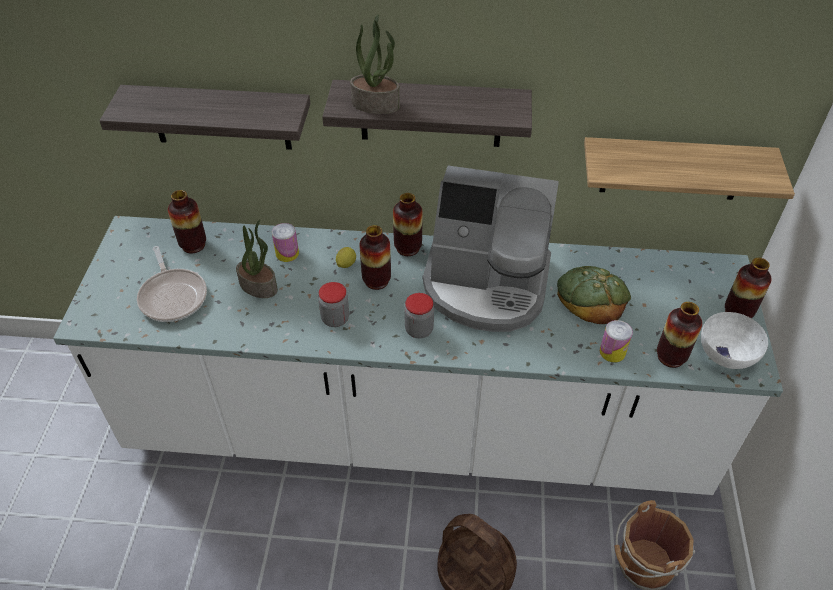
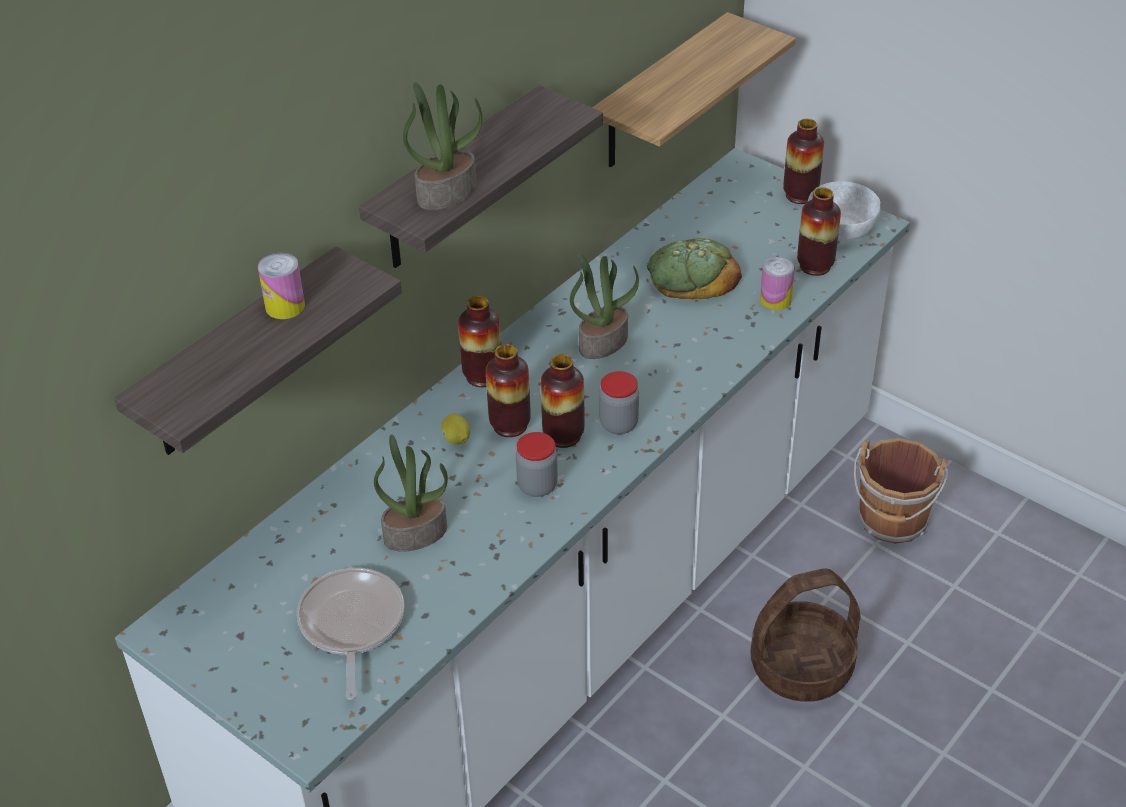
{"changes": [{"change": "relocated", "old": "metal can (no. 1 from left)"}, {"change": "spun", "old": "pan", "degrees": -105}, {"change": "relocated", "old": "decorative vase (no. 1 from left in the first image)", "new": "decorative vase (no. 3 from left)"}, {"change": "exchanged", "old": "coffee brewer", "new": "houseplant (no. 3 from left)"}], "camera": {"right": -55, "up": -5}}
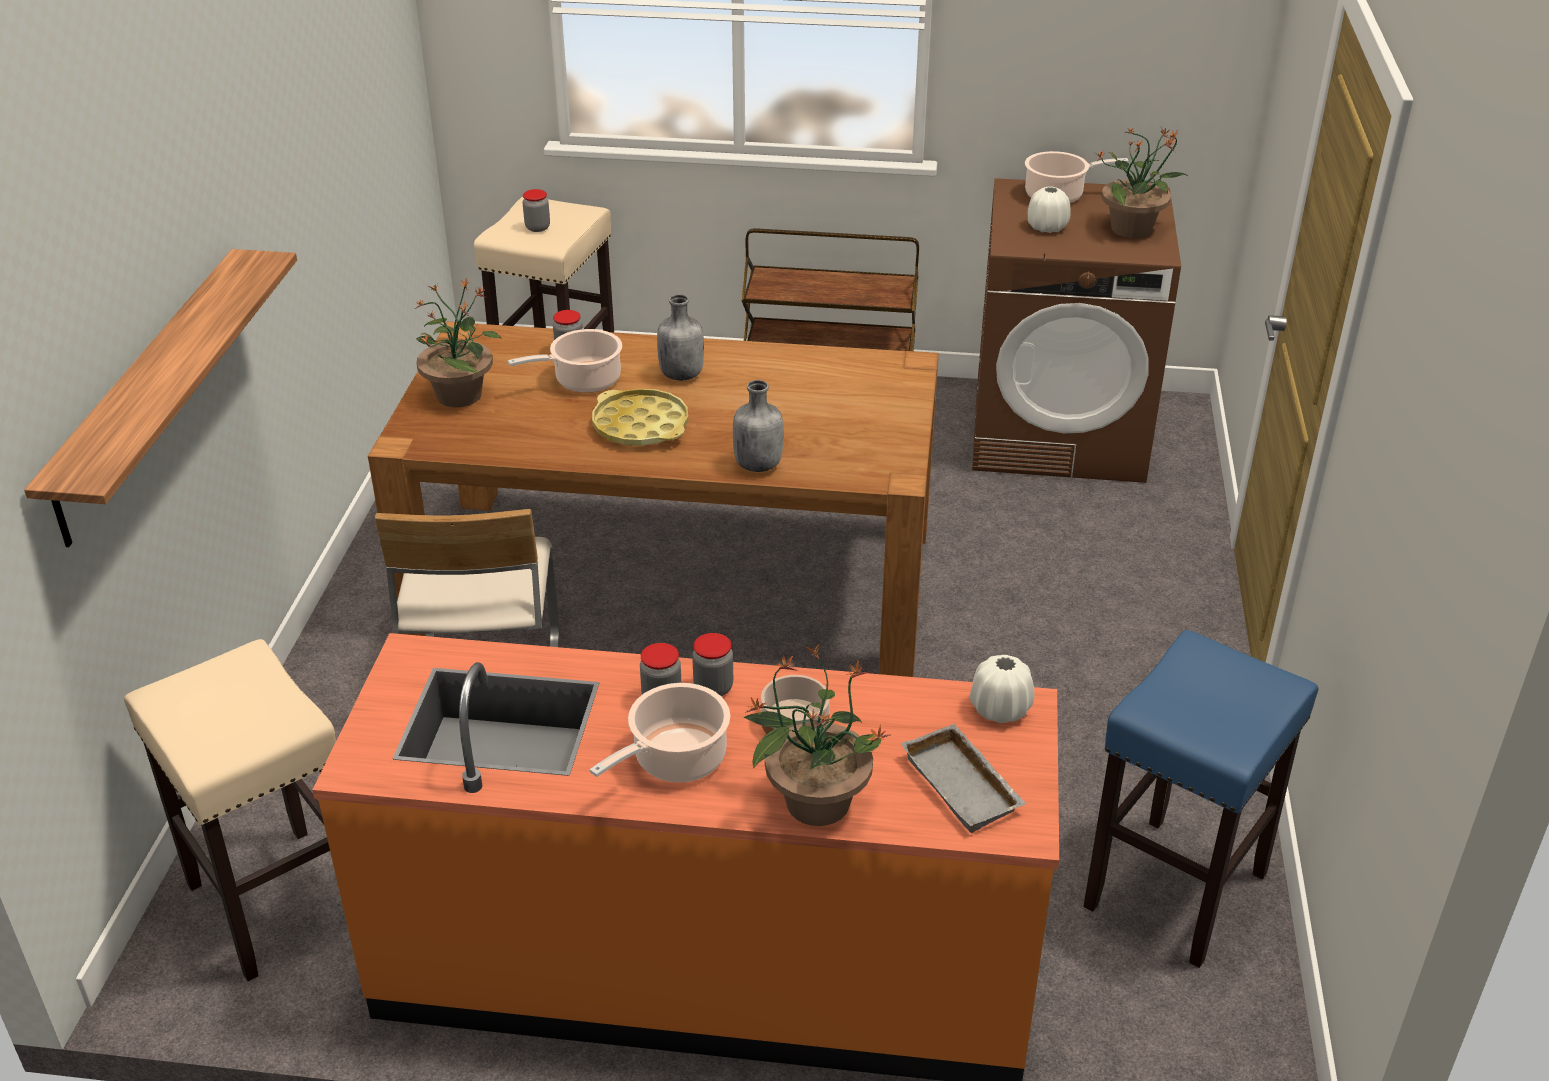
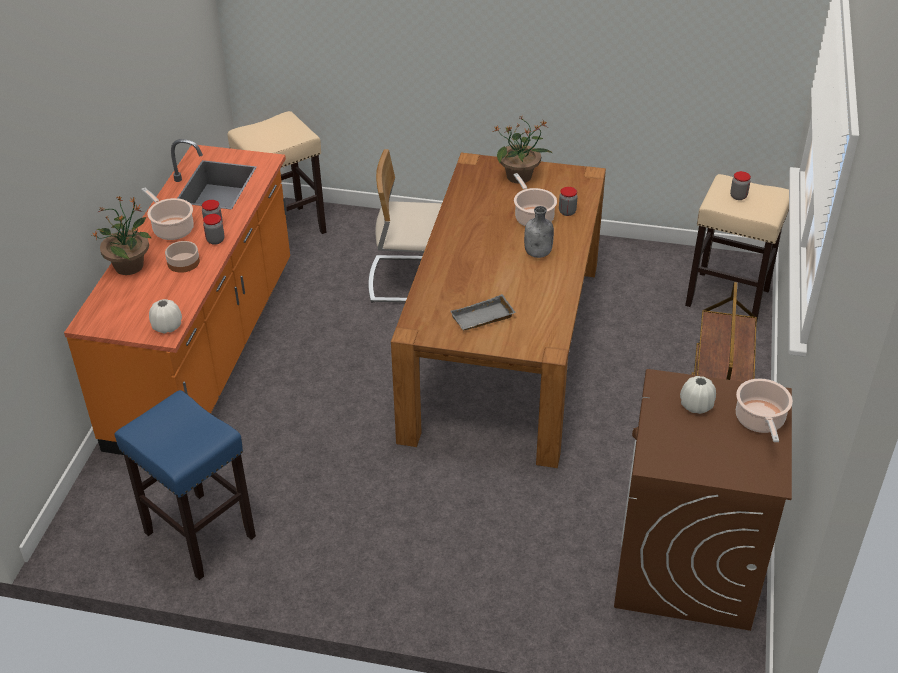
{"changes": [{"change": "relocated", "old": "gray serving tray"}, {"change": "missing", "old": "wall shelf"}, {"change": "missing", "old": "yellowish serving tray"}, {"change": "missing", "old": "gray drink bottle (no. 2 from left)"}, {"change": "missing", "old": "houseplant (no. 3 from left)"}], "camera": {"right": 95, "up": 5}}
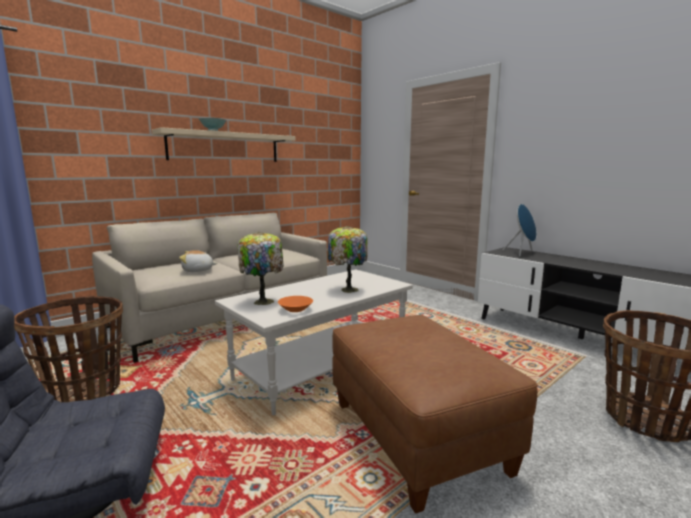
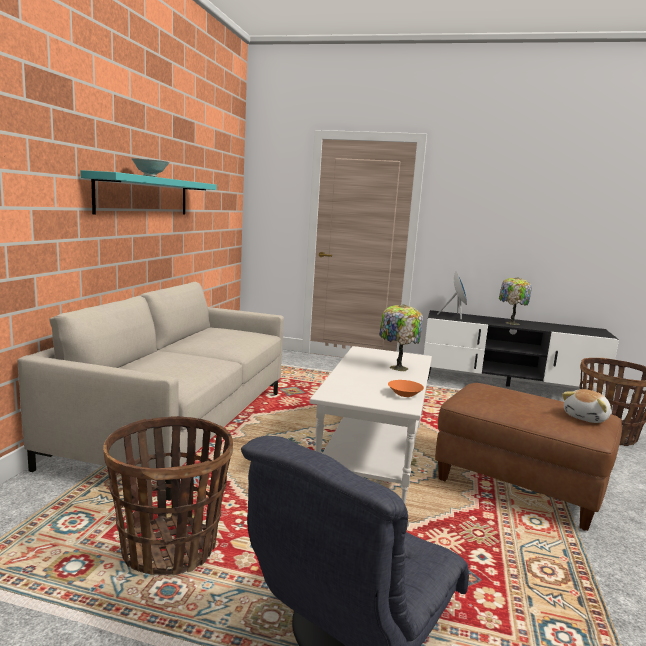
{"changes": [{"change": "colour", "old": "beige wall shelf", "new": "turquoise wall shelf"}, {"change": "relocated", "old": "lamp for a table (no. 1 from left in the first image)", "new": "lamp for a table (no. 2 from left)"}, {"change": "relocated", "old": "soft toy"}], "camera": {"right": -35, "up": 0}}
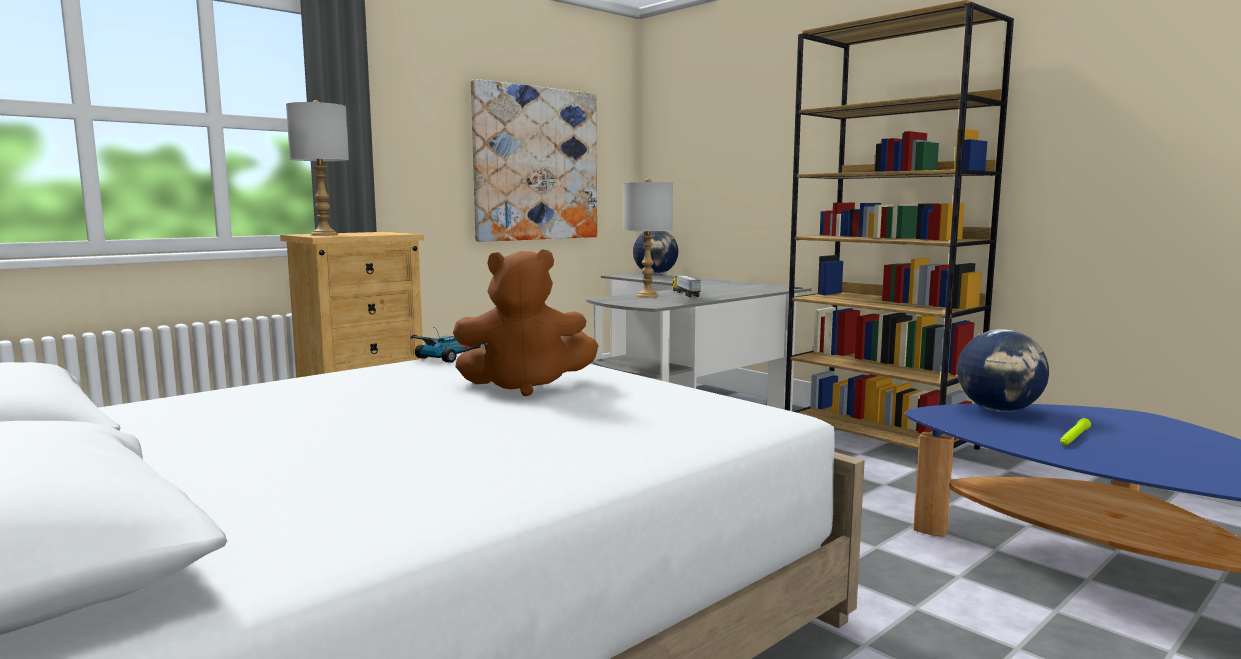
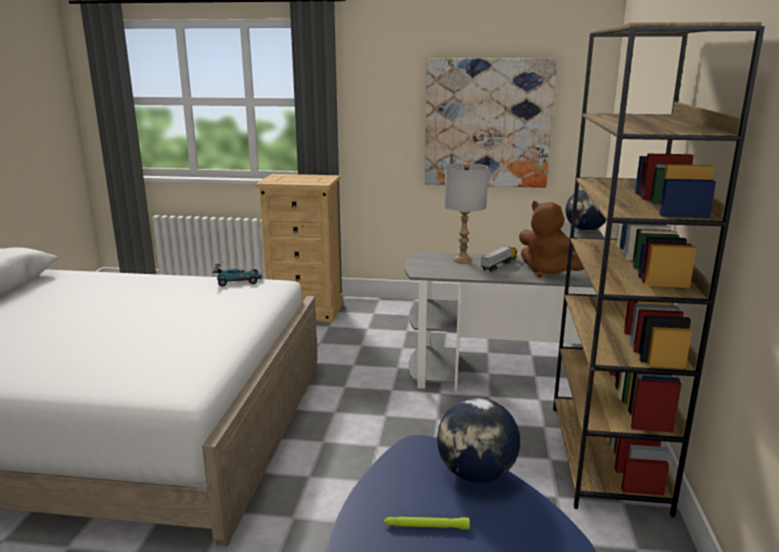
{"changes": [{"change": "relocated", "old": "brown-coloured soft toy"}, {"change": "missing", "old": "gray lamp for a table (no. 1 from left)"}], "camera": {"right": 50, "up": 10}}
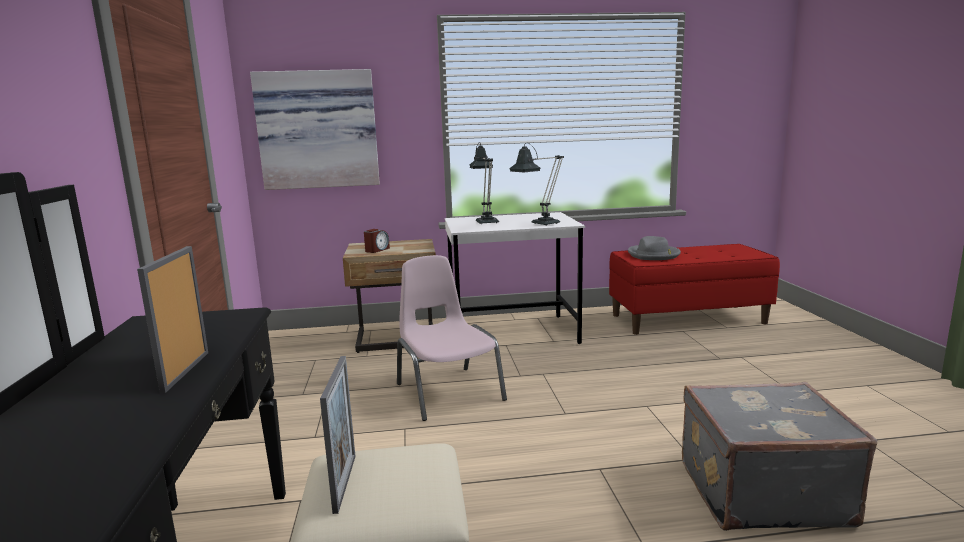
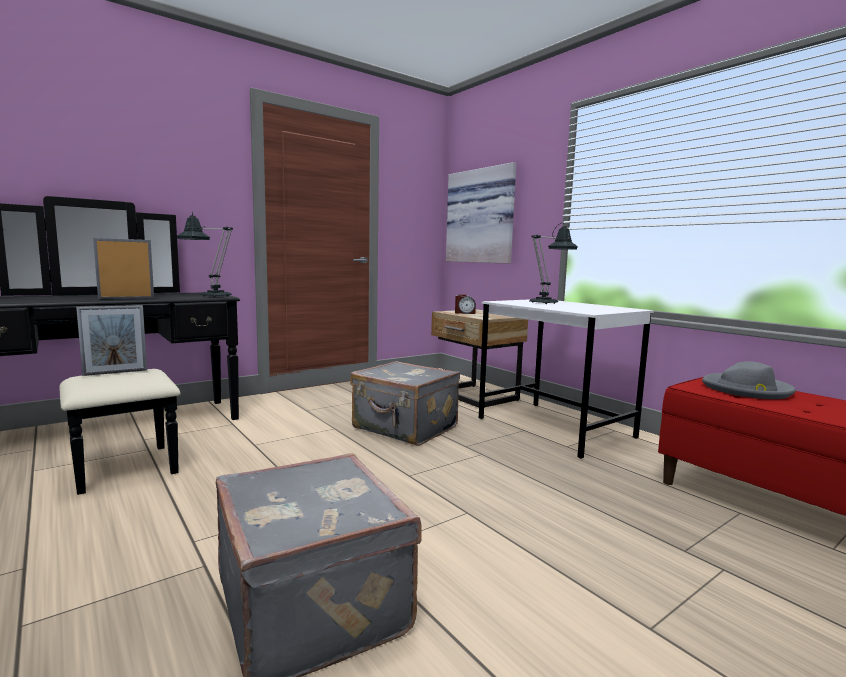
{"changes": [{"change": "relocated", "old": "lamp for a table (no. 2 from left in the first image)", "new": "lamp for a table (no. 1 from left)"}, {"change": "exchanged", "old": "pinkish upright chair", "new": "gray piece of luggage (no. 2 from left)"}], "camera": {"right": 60, "up": -5}}
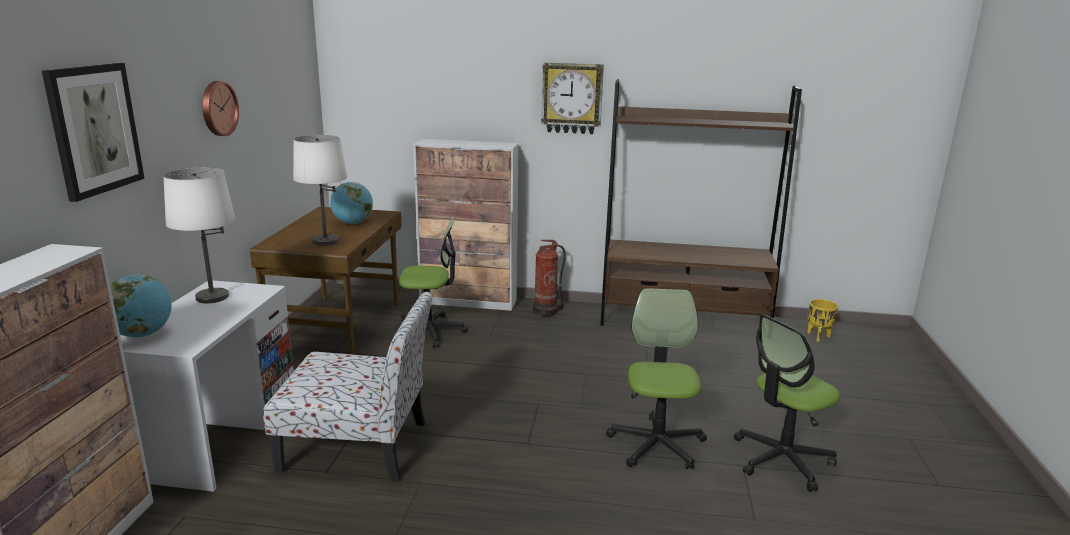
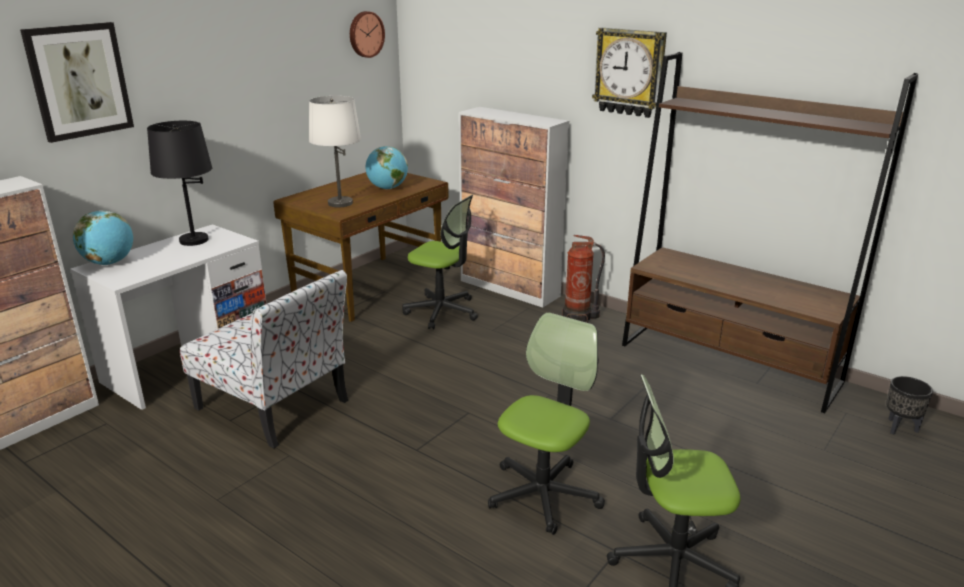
{"changes": [{"change": "colour", "old": "white lamp for a table (no. 1 from left)", "new": "black lamp for a table"}, {"change": "relocated", "old": "clock on the wall (no. 1 from left)"}, {"change": "colour", "old": "yellowish planter", "new": "black planter"}], "camera": {"right": 30, "up": 5}}
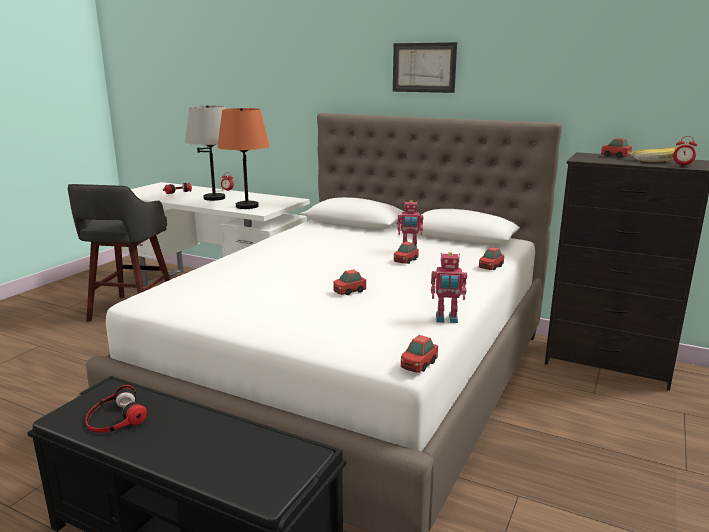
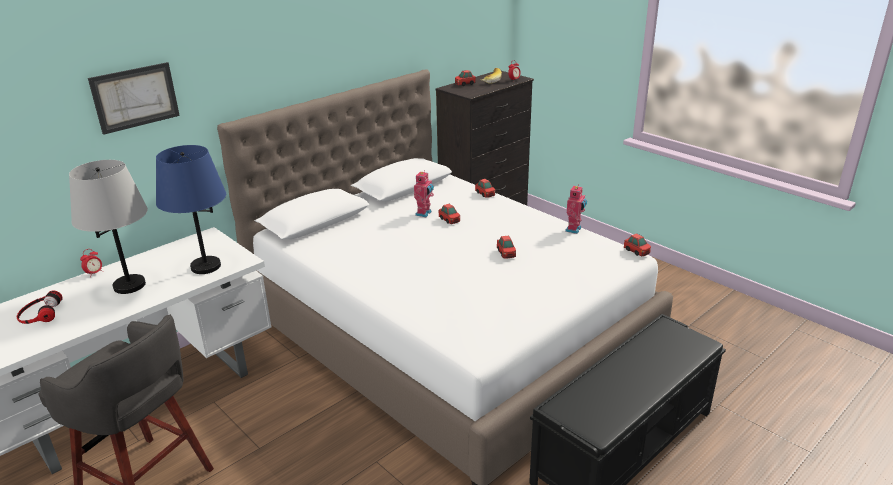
{"changes": [{"change": "relocated", "old": "picture"}, {"change": "colour", "old": "orange lamp for a table", "new": "bluish lamp for a table"}, {"change": "missing", "old": "headphones (no. 1 from left)"}], "camera": {"right": -70, "up": 10}}
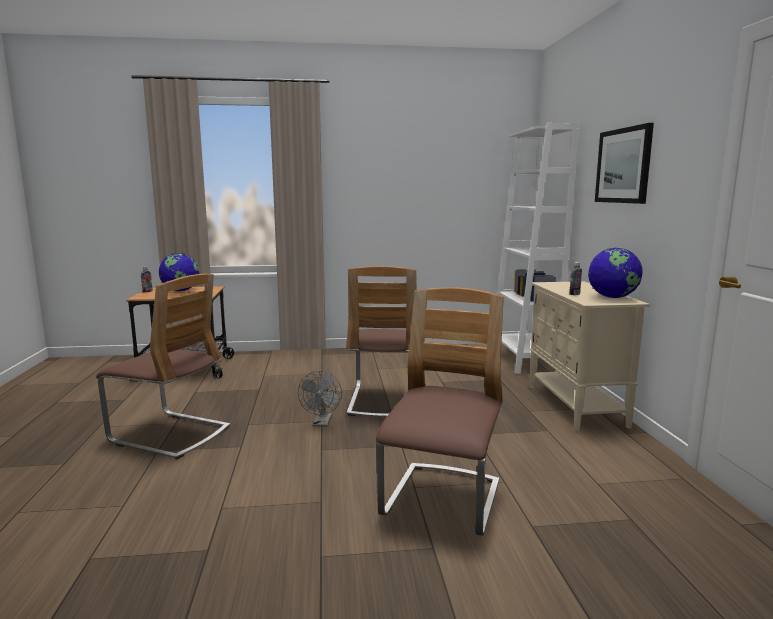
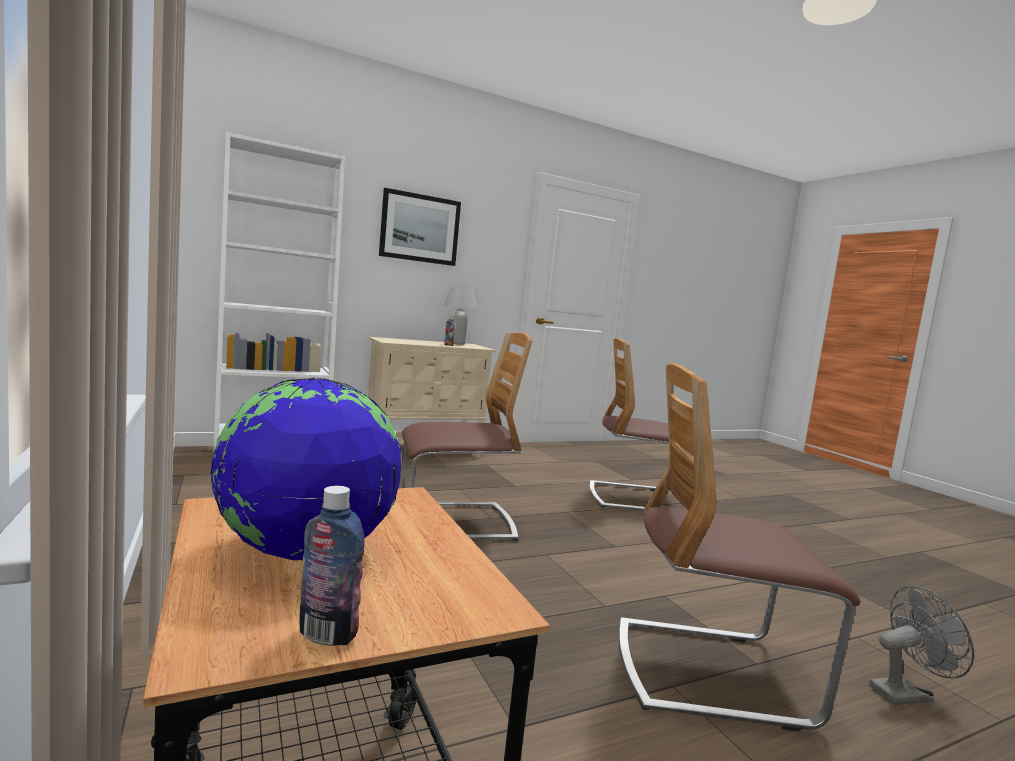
{"changes": [{"change": "exchanged", "old": "world globe (no. 2 from left)", "new": "white lamp for a table"}, {"change": "spun", "old": "upright chair (no. 1 from left in the first image)", "degrees": -90}, {"change": "relocated", "old": "gray cooling fan"}], "camera": {"right": -110, "up": -5}}
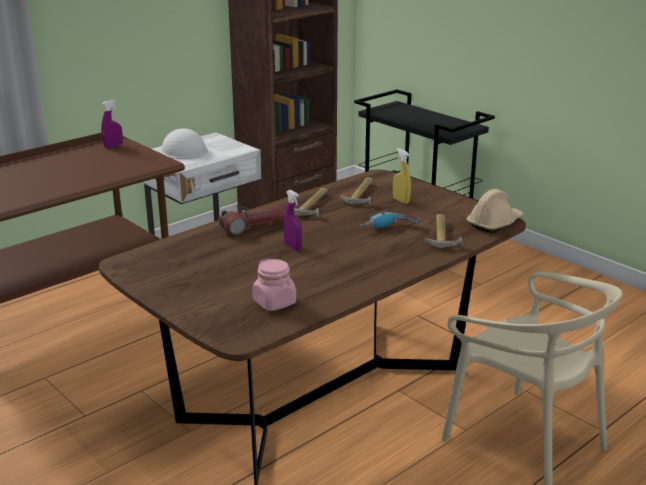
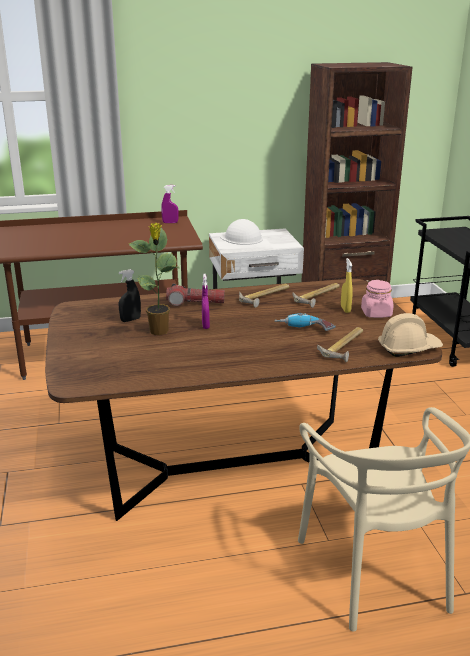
{"changes": [{"change": "appeared", "new": "black hand sprayer"}, {"change": "appeared", "new": "houseplant"}, {"change": "relocated", "old": "pinkish storage jar"}], "camera": {"right": 30, "up": 0}}
